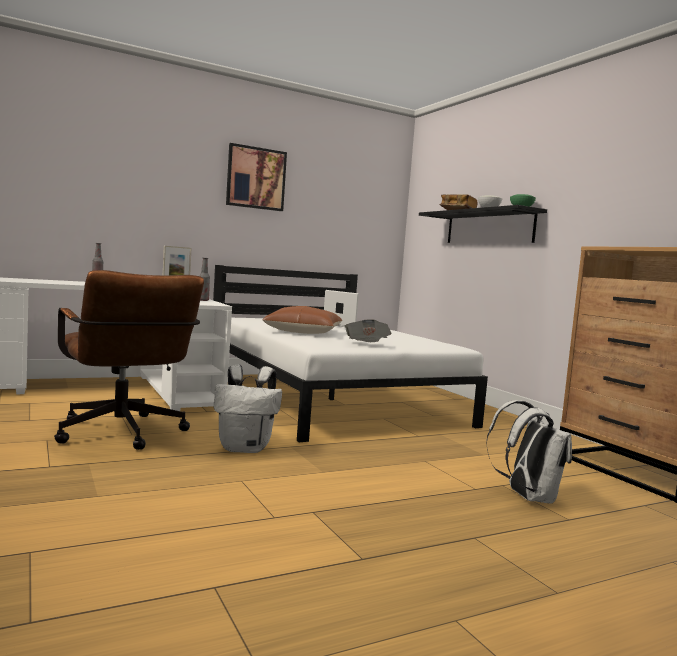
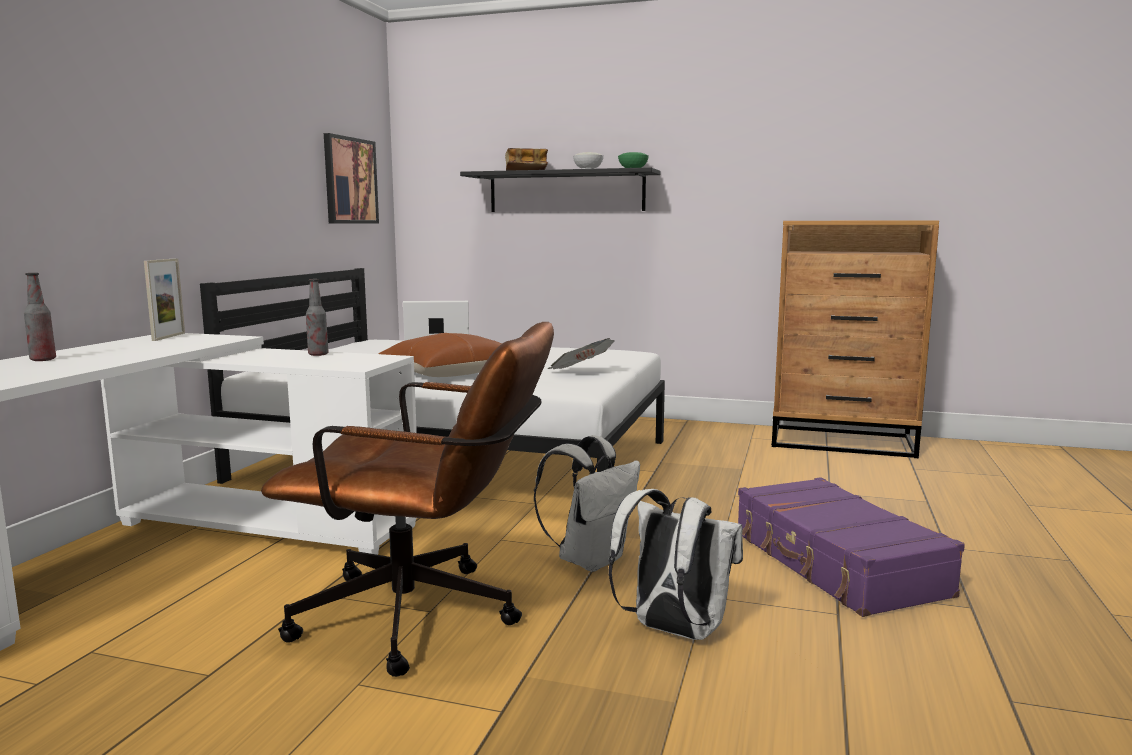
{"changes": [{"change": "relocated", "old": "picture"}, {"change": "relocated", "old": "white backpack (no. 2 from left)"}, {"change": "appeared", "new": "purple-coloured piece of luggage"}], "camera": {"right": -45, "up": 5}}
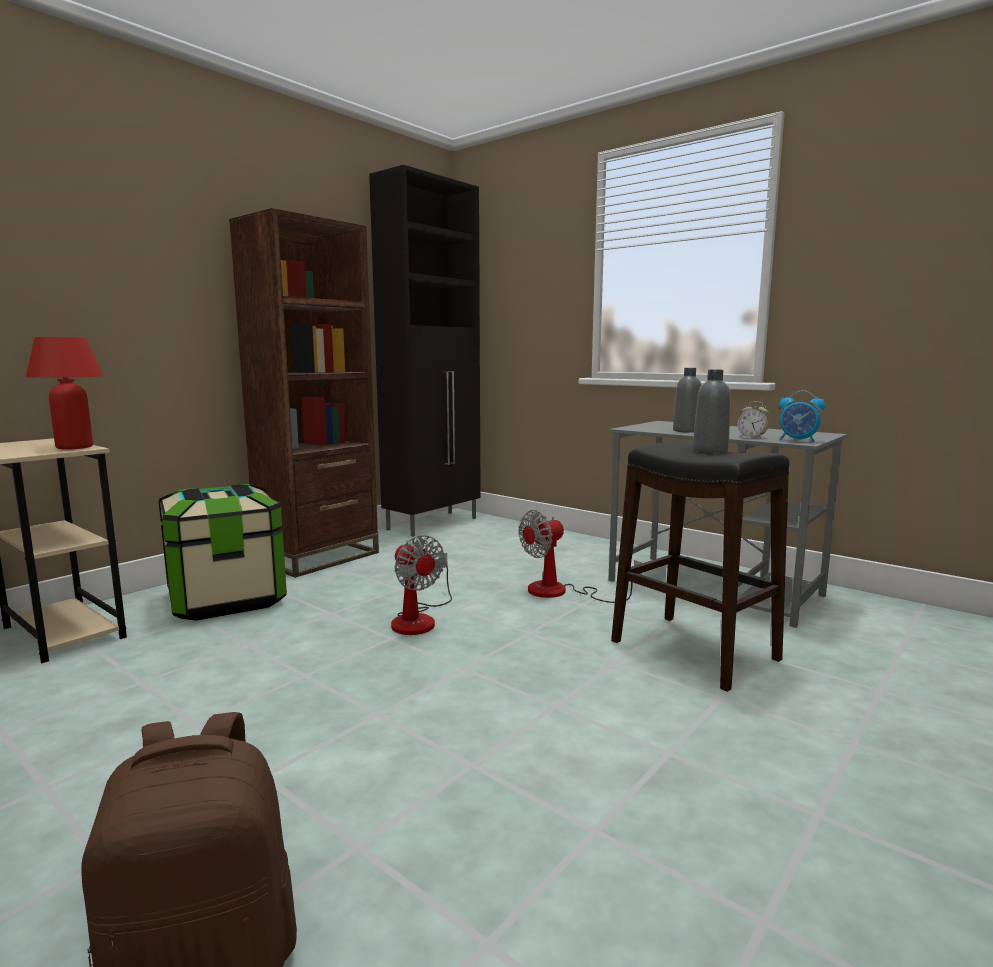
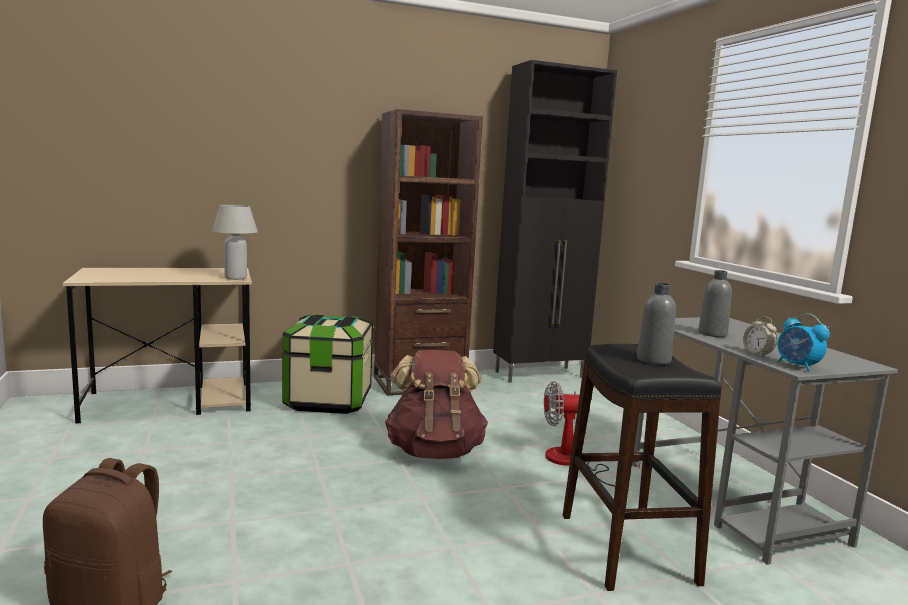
{"changes": [{"change": "colour", "old": "reddish lamp for a table", "new": "white lamp for a table"}, {"change": "exchanged", "old": "cooling fan (no. 1 from left)", "new": "brown-coloured backpack (no. 2 from left)"}], "camera": {"right": 30, "up": 0}}
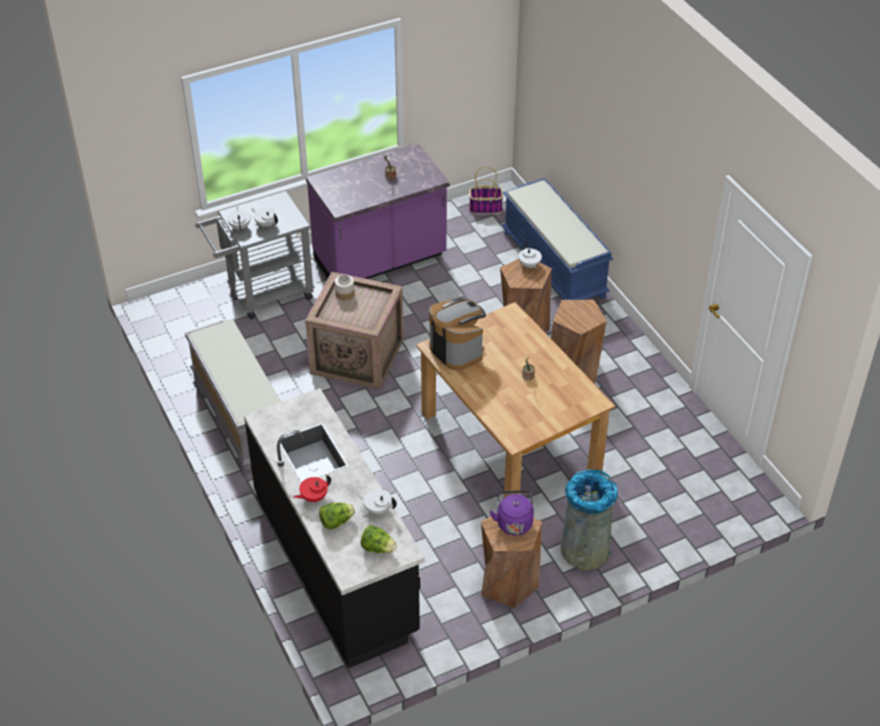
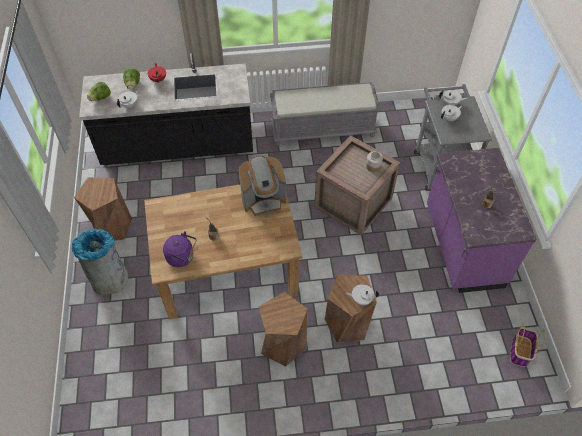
{"changes": [{"change": "relocated", "old": "purple-coloured kettle"}, {"change": "missing", "old": "bluish indoor bench"}], "camera": {"right": 110, "up": 10}}
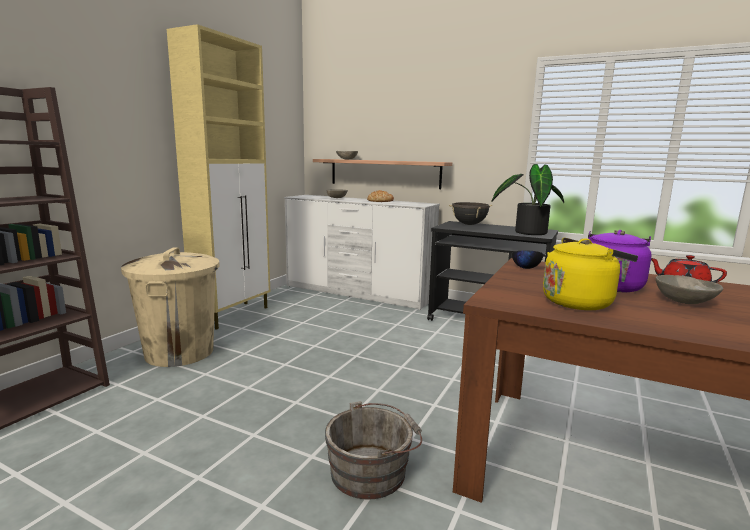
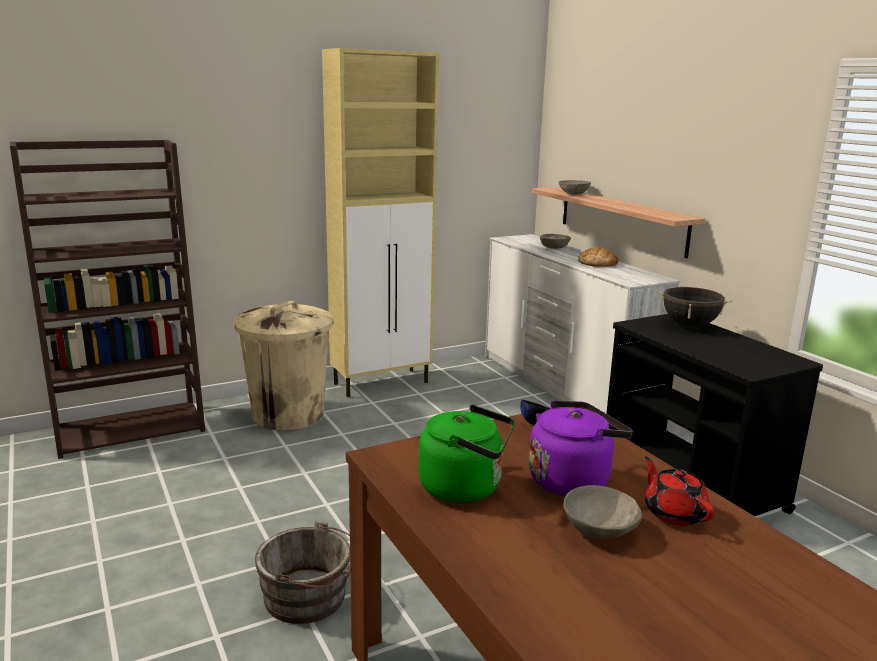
{"changes": [{"change": "colour", "old": "yellowish kettle", "new": "greenish kettle"}, {"change": "missing", "old": "houseplant"}], "camera": {"right": 35, "up": 5}}
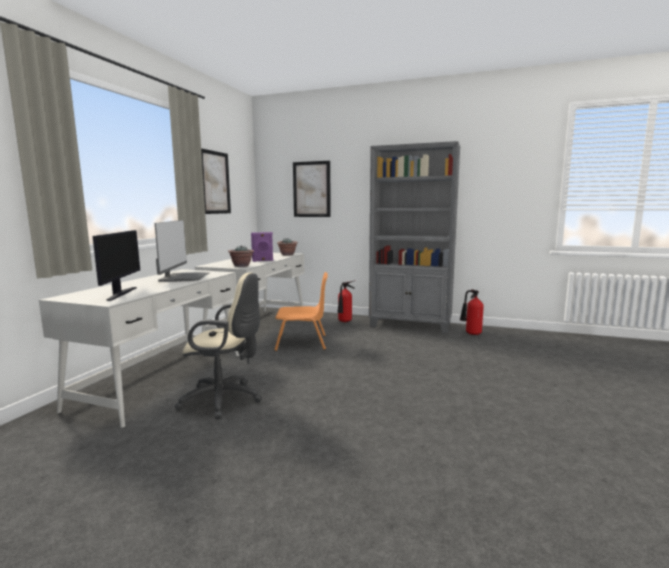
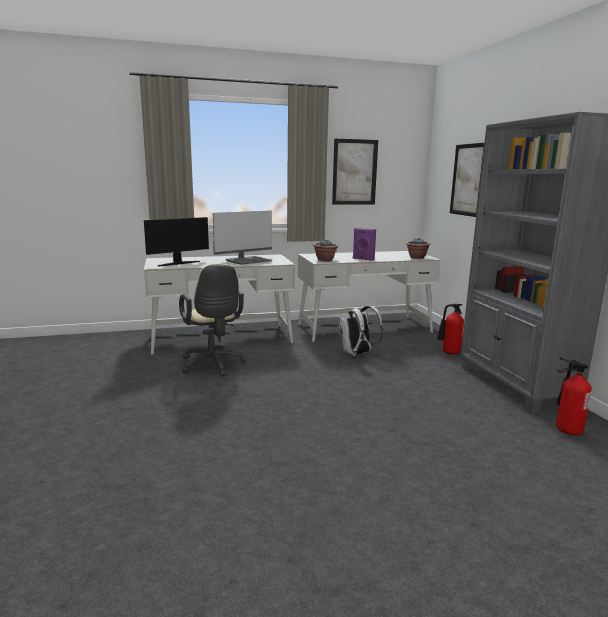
{"changes": [{"change": "exchanged", "old": "orange upright chair", "new": "white backpack"}], "camera": {"right": 55, "up": 5}}
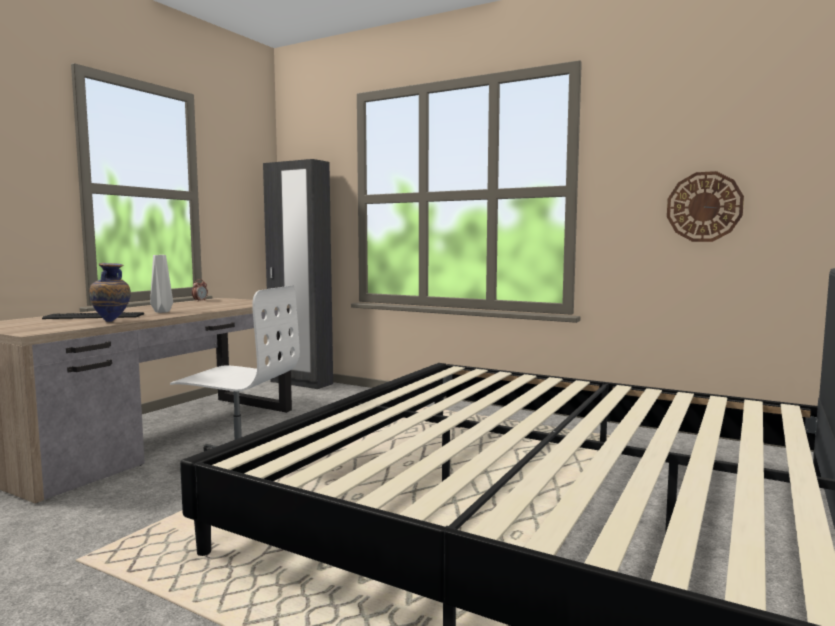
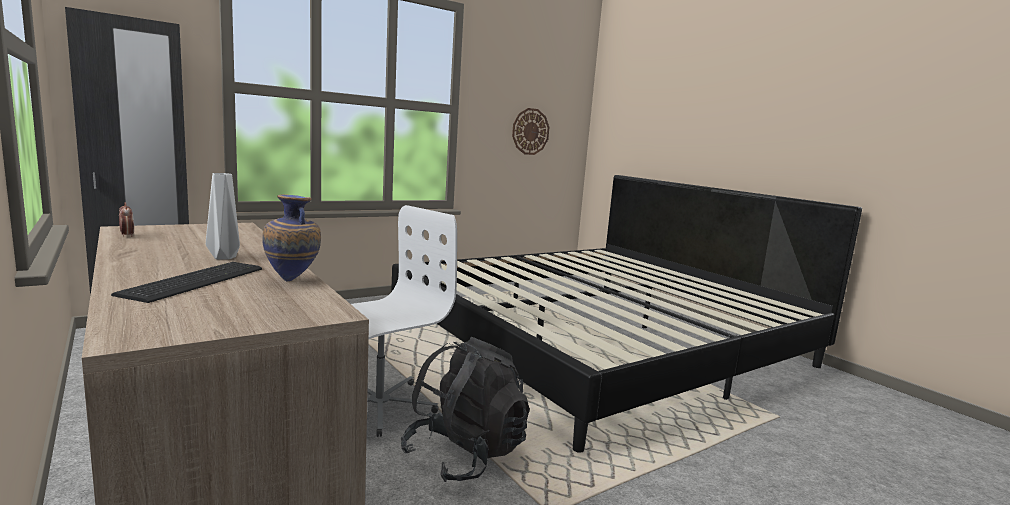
{"changes": [{"change": "appeared", "new": "black backpack"}], "camera": {"right": -65, "up": 5}}
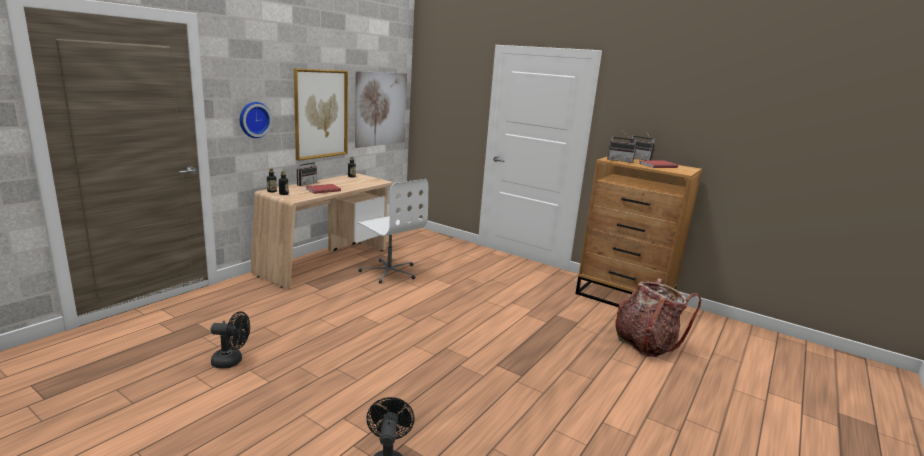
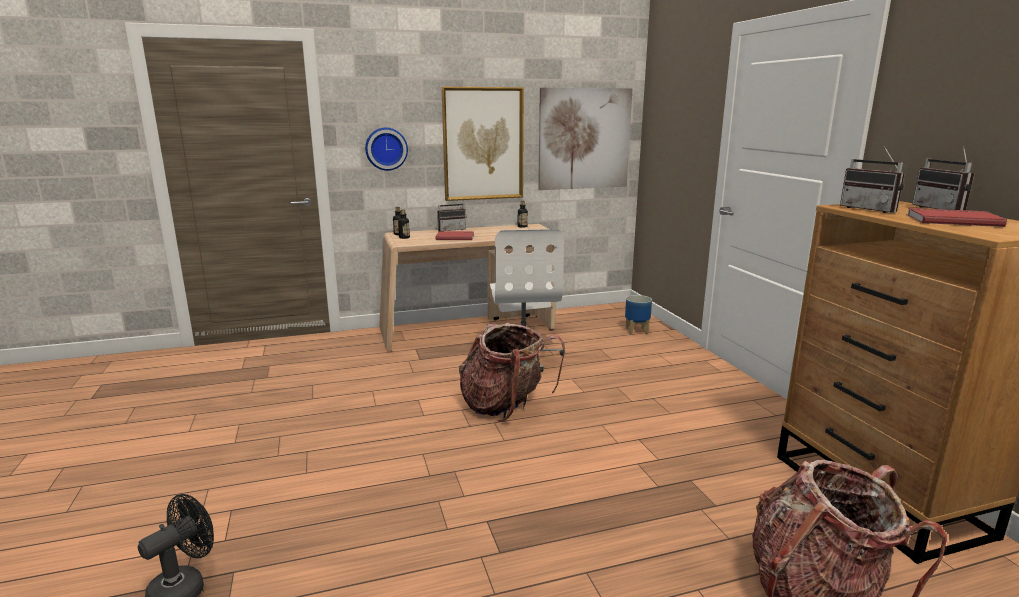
{"changes": [{"change": "appeared", "new": "backpack (no. 1 from left)"}, {"change": "appeared", "new": "planter"}, {"change": "missing", "old": "black cooling fan (no. 1 from left)"}], "camera": {"right": 40, "up": 0}}
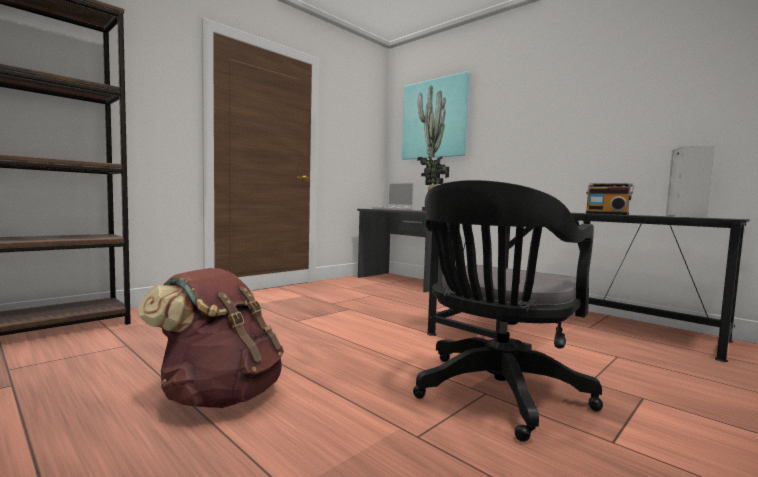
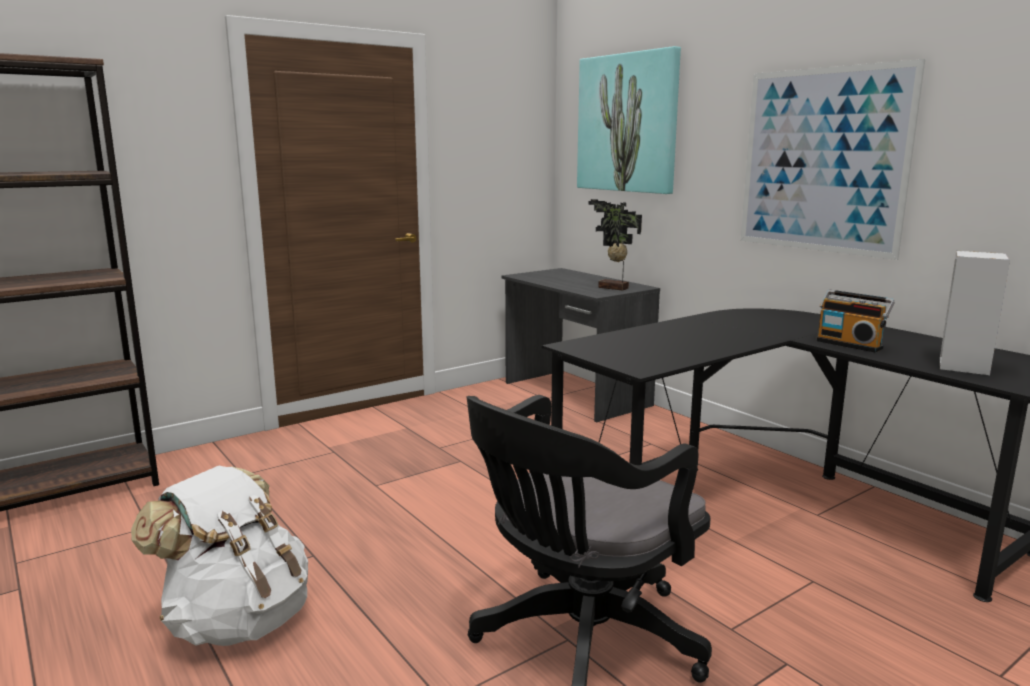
{"changes": [{"change": "colour", "old": "brown-coloured backpack", "new": "white backpack"}, {"change": "appeared", "new": "picture (no. 2 from left)"}, {"change": "missing", "old": "notebook computer"}], "camera": {"right": 10, "up": 10}}
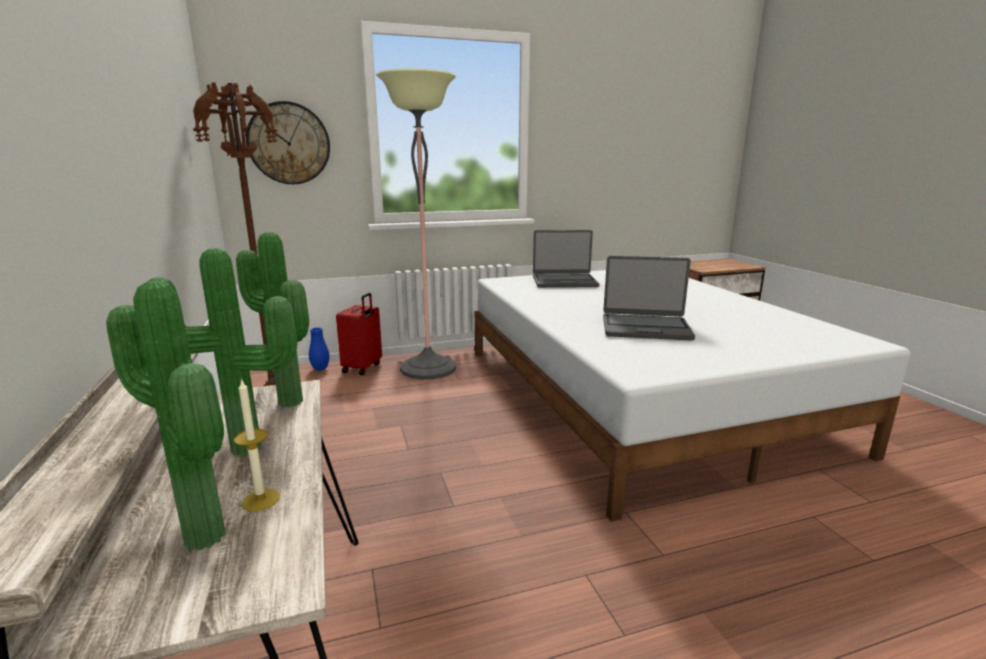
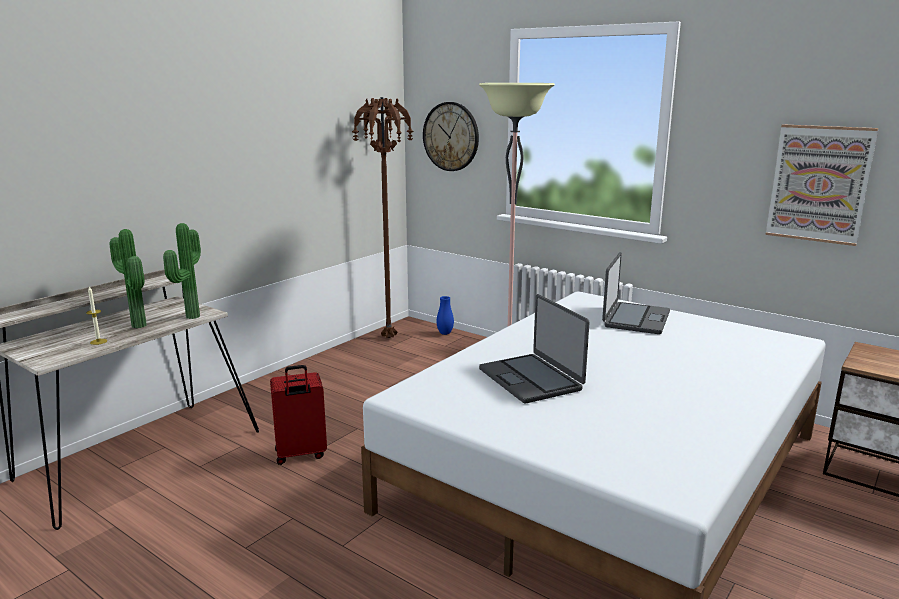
{"changes": [{"change": "relocated", "old": "reddish piece of luggage"}, {"change": "spun", "old": "notebook computer (no. 1 from left in the first image)", "degrees": -120}, {"change": "appeared", "new": "picture"}, {"change": "missing", "old": "houseplant (no. 1 from left)"}], "camera": {"right": 55, "up": 0}}
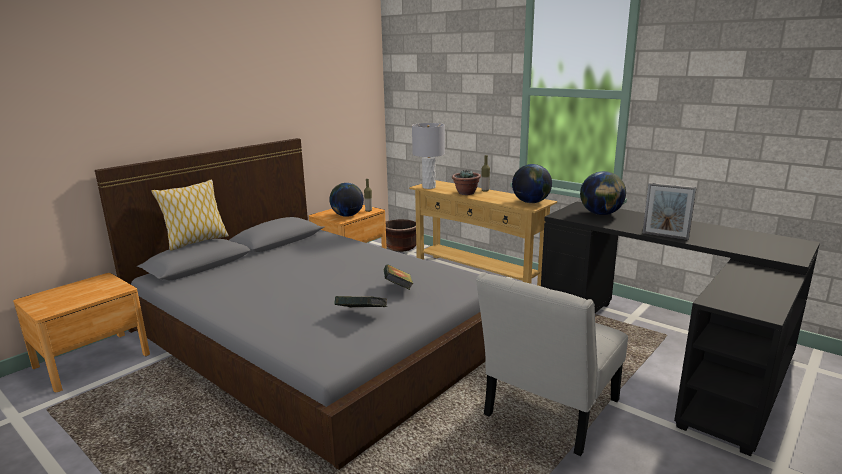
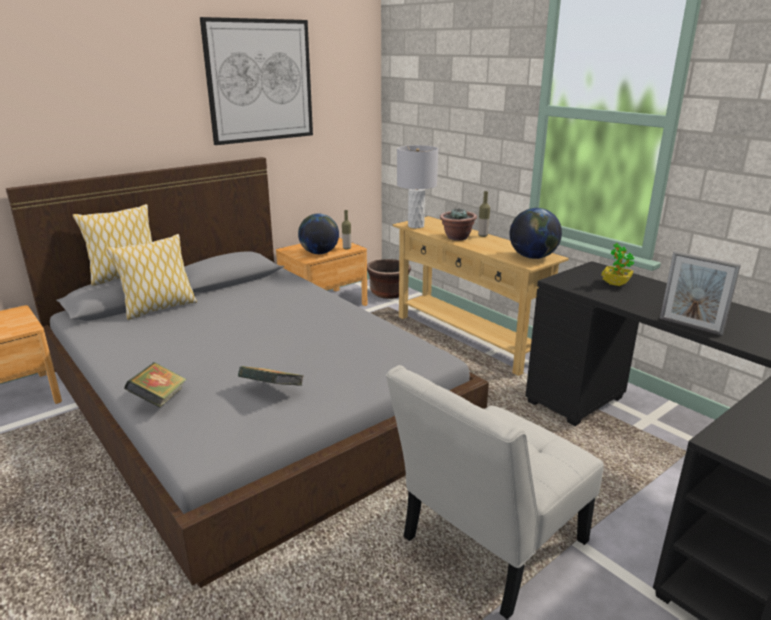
{"changes": [{"change": "appeared", "new": "cushion (no. 2 from left)"}, {"change": "relocated", "old": "book (no. 2 from left in the first image)", "new": "book (no. 1 from left)"}, {"change": "appeared", "new": "picture"}, {"change": "exchanged", "old": "world globe (no. 3 from left)", "new": "houseplant (no. 2 from left)"}], "camera": {"right": 10, "up": 5}}
